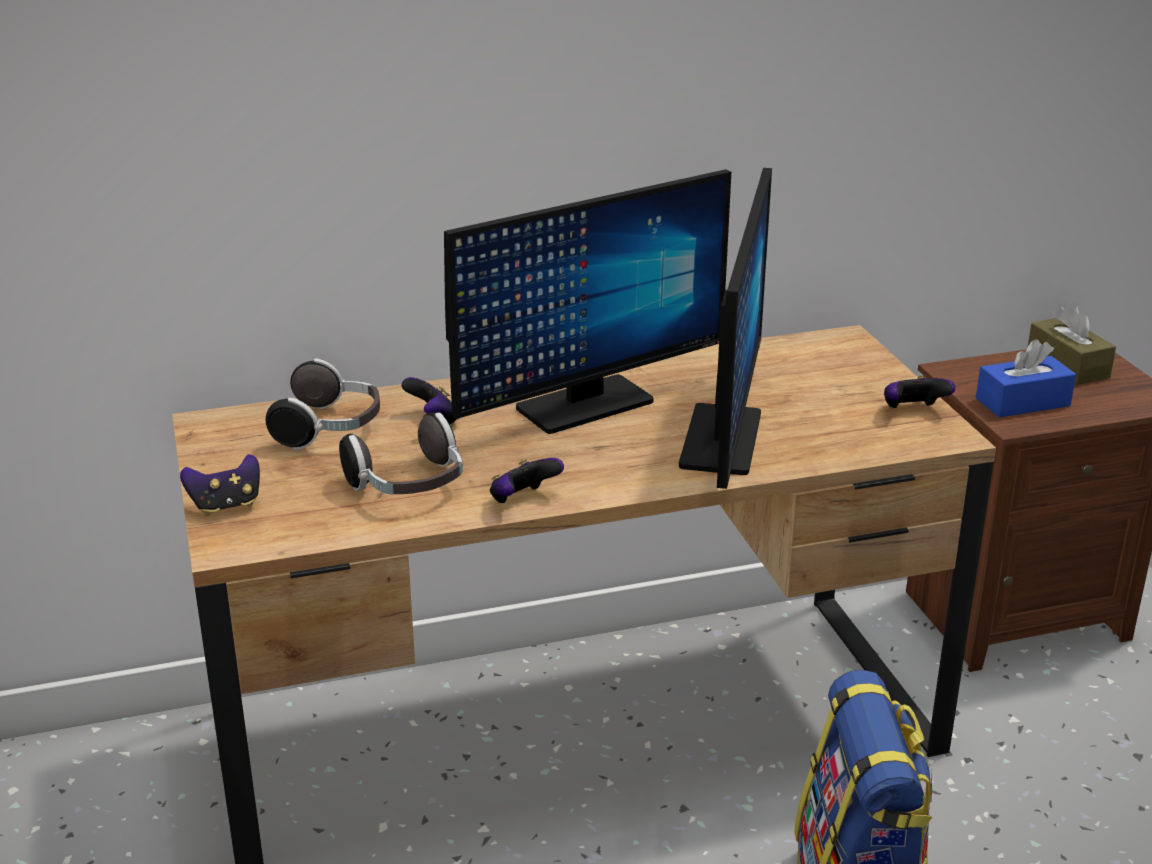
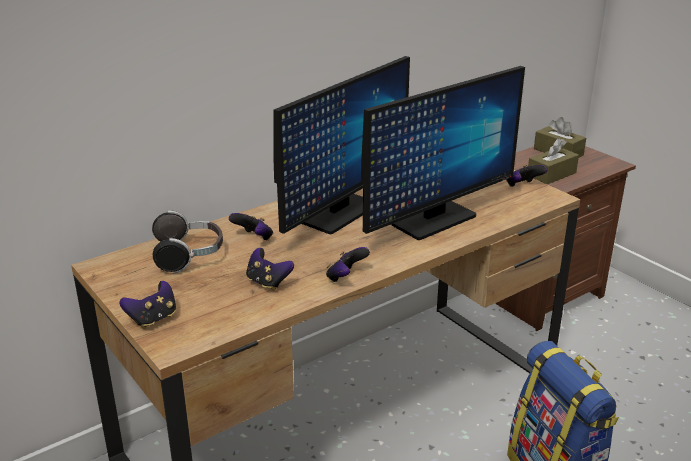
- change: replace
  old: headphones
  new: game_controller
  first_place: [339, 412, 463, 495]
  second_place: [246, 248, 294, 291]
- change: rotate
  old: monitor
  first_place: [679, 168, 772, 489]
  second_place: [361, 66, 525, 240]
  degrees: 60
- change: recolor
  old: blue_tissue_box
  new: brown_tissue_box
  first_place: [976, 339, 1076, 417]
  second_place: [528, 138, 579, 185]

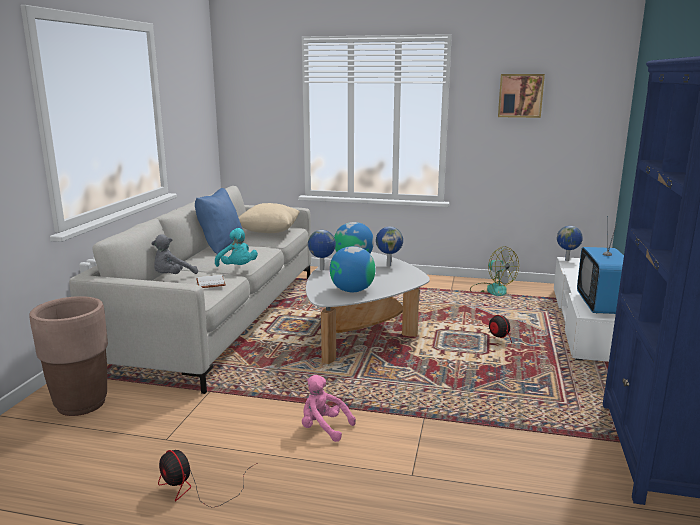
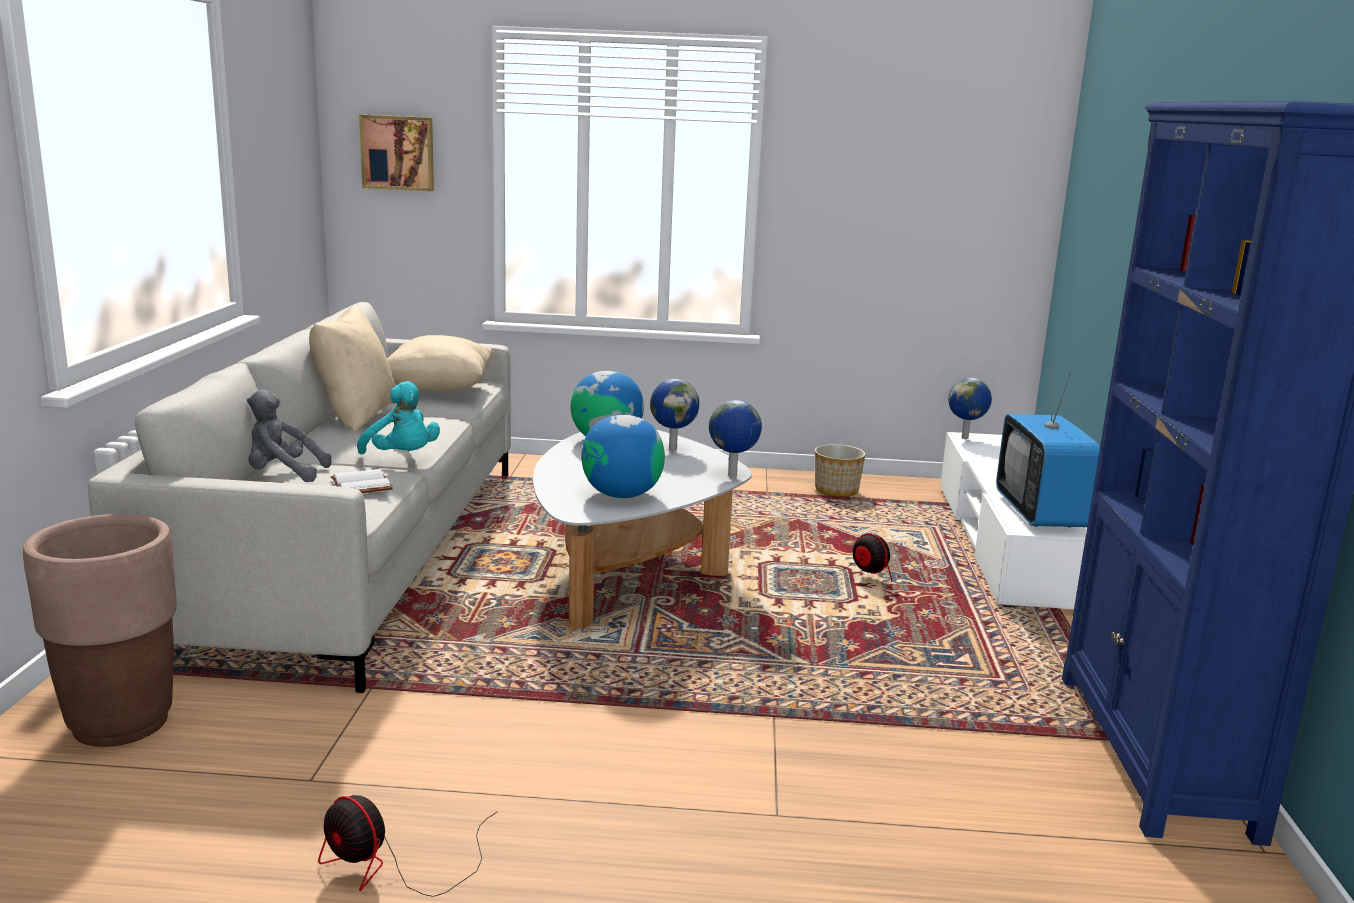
- change: rotate
  old: grey_plush_toy
  first_place: [151, 234, 198, 274]
  second_place: [247, 390, 331, 482]
  degrees: 60
- change: recolor
  old: blue_pillow
  new: beige_pillow
  first_place: [195, 188, 243, 254]
  second_place: [309, 306, 395, 433]
- change: delete
  old: pink_plush_toy
  first_place: [302, 375, 356, 442]
- change: move
  old: globe
  first_place: [308, 230, 336, 270]
  second_place: [709, 400, 762, 476]
- change: replace
  old: fan
  new: planter
  first_place: [470, 246, 519, 296]
  second_place: [815, 444, 866, 497]
- change: move
  old: picture
  first_place: [498, 74, 545, 118]
  second_place: [359, 115, 434, 191]

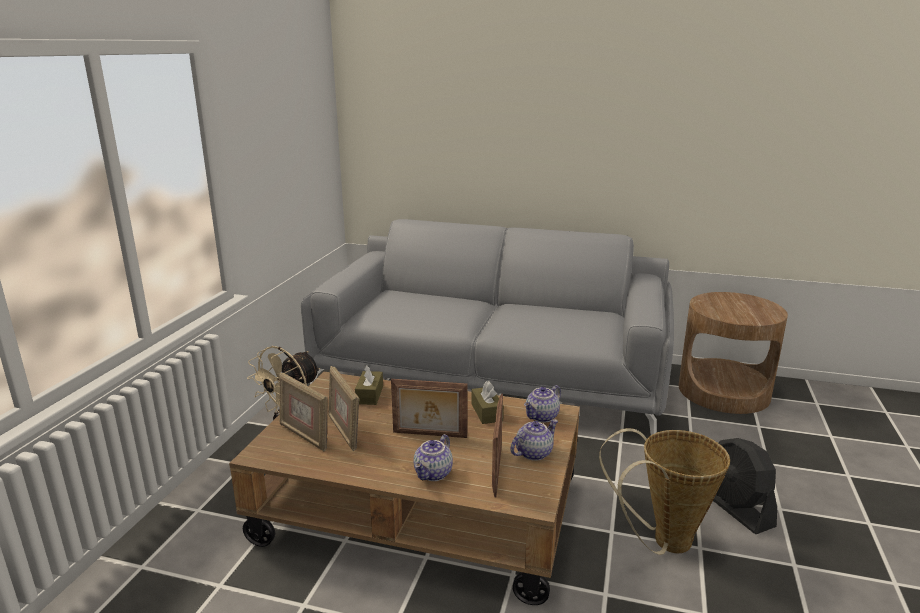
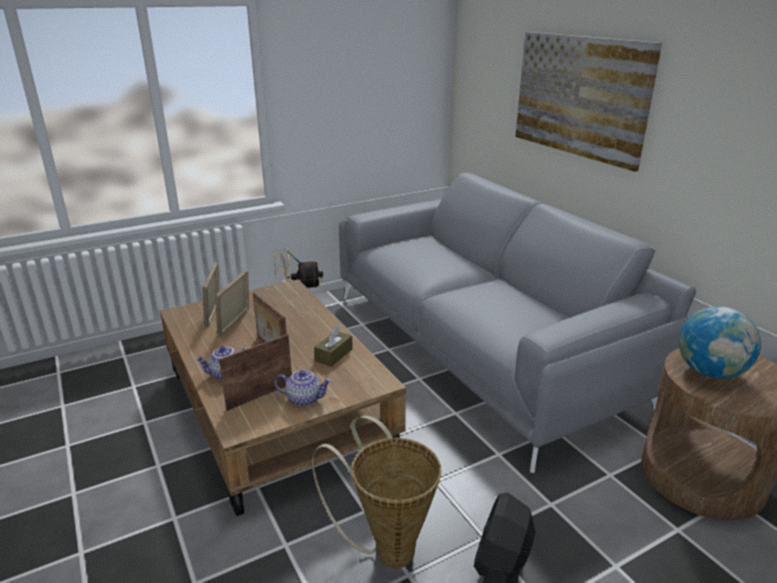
- change: delete
  old: brown_tissue_box
  first_place: [355, 365, 383, 405]
- change: delete
  old: teapot
  first_place: [524, 385, 561, 423]
- change: insert
  new: picture
  second_place: [515, 32, 662, 172]
- change: insert
  new: globe
  second_place: [679, 306, 761, 379]

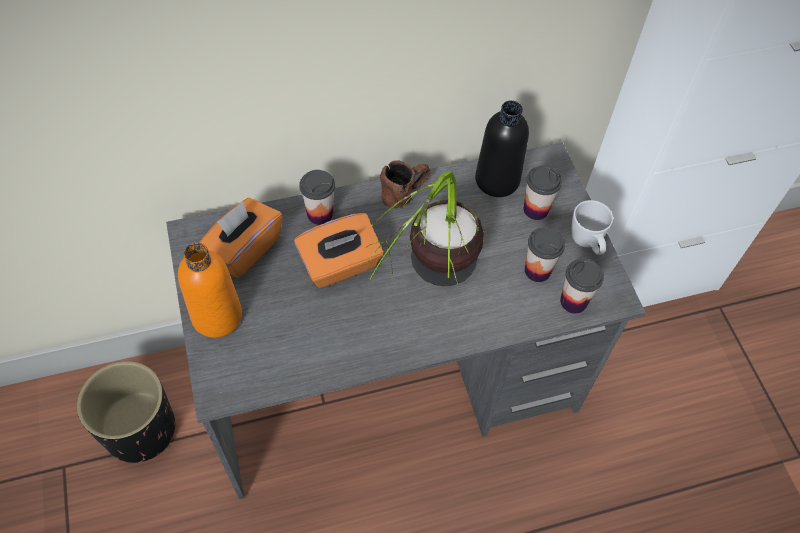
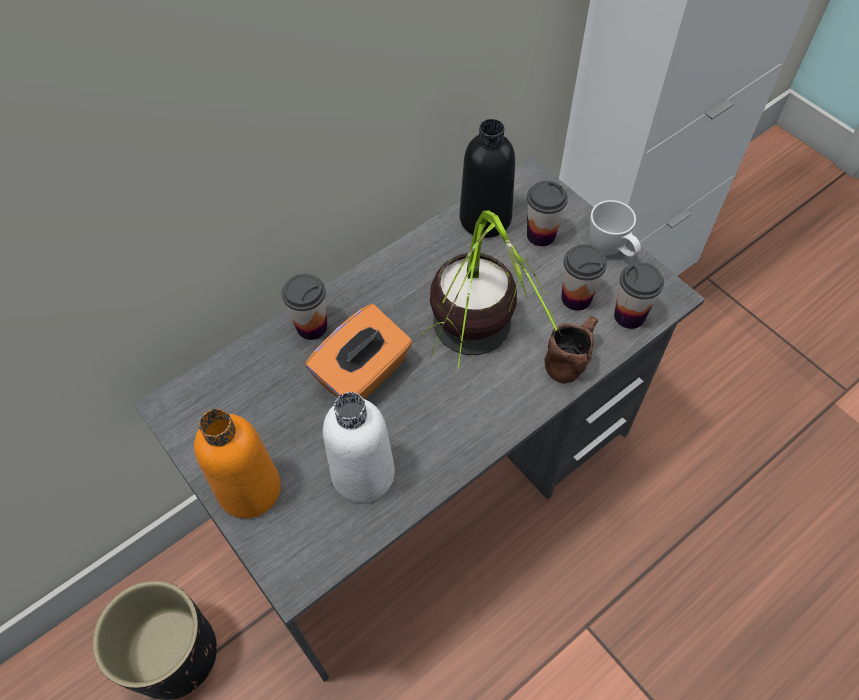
- change: delete
  old: orange_tissue_box
  first_place: [199, 197, 283, 278]
- change: move
  old: brown_mug
  first_place: [380, 160, 430, 208]
  second_place: [545, 316, 598, 383]
- change: insert
  new: white_bottle
  second_place: [323, 392, 395, 503]

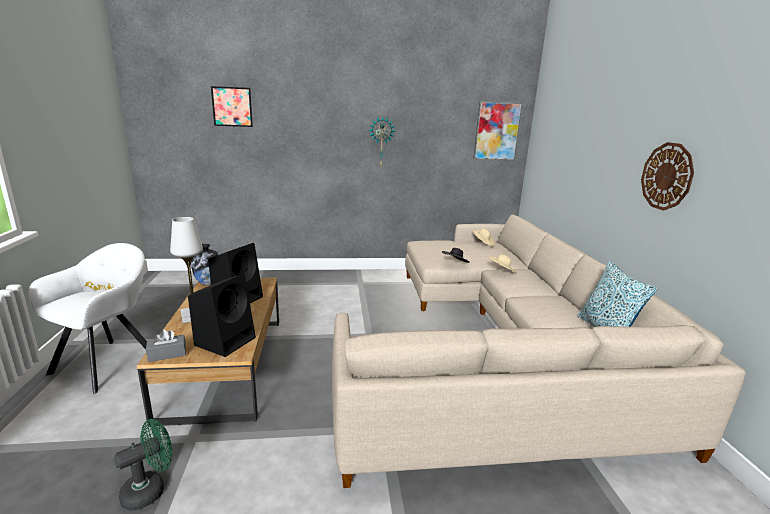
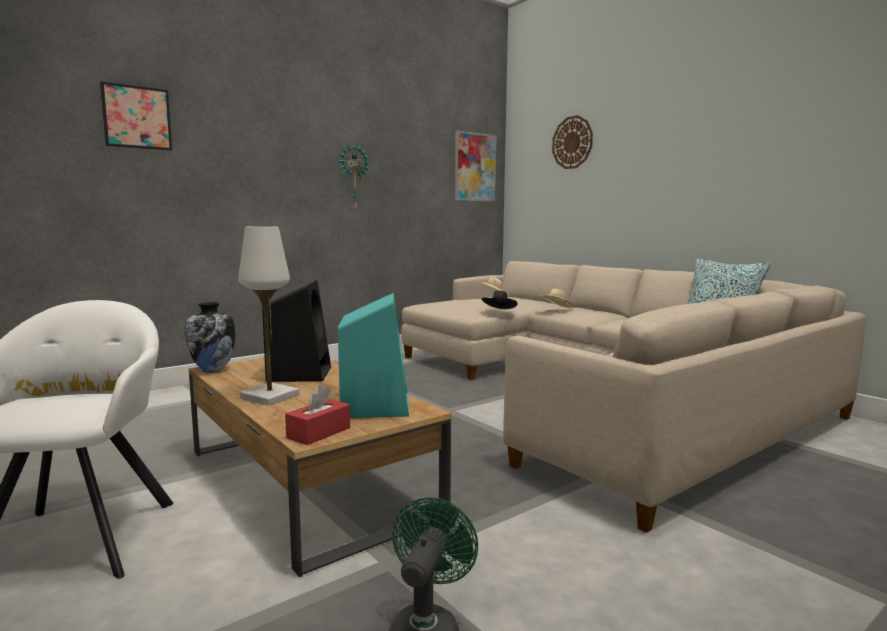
- change: recolor
  old: grey_tissue_box
  new: red_tissue_box
  first_place: [146, 329, 186, 362]
  second_place: [285, 385, 350, 445]
- change: recolor
  old: black_speaker
  new: turquoise_speaker
  first_place: [188, 274, 256, 357]
  second_place: [338, 293, 409, 418]
- change: move
  old: wall_clock
  first_place: [641, 142, 694, 211]
  second_place: [552, 115, 593, 169]

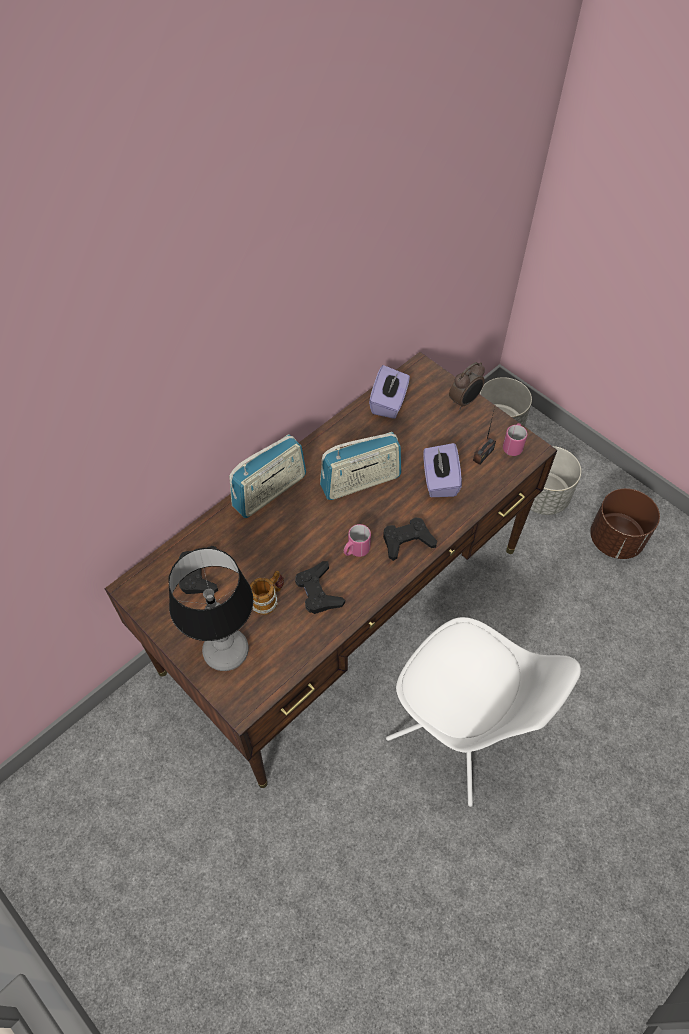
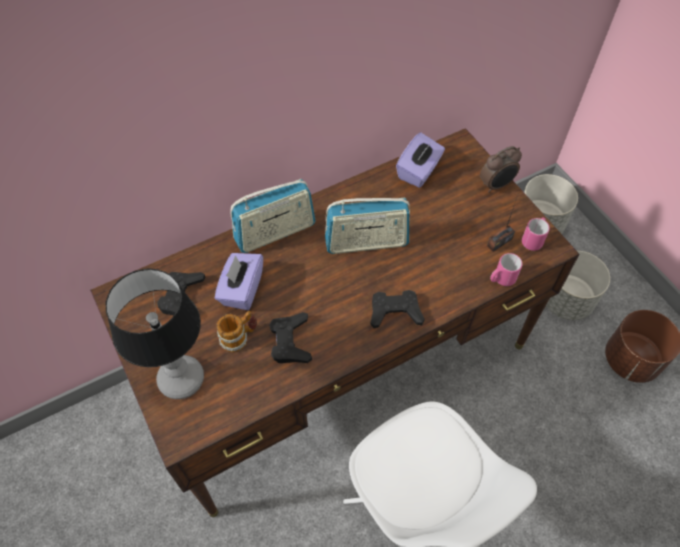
- change: move
  old: pink_mug
  first_place: [344, 524, 371, 557]
  second_place: [490, 253, 523, 286]
- change: move
  old: purple_tissue_box
  first_place: [423, 443, 462, 497]
  second_place: [215, 253, 263, 310]

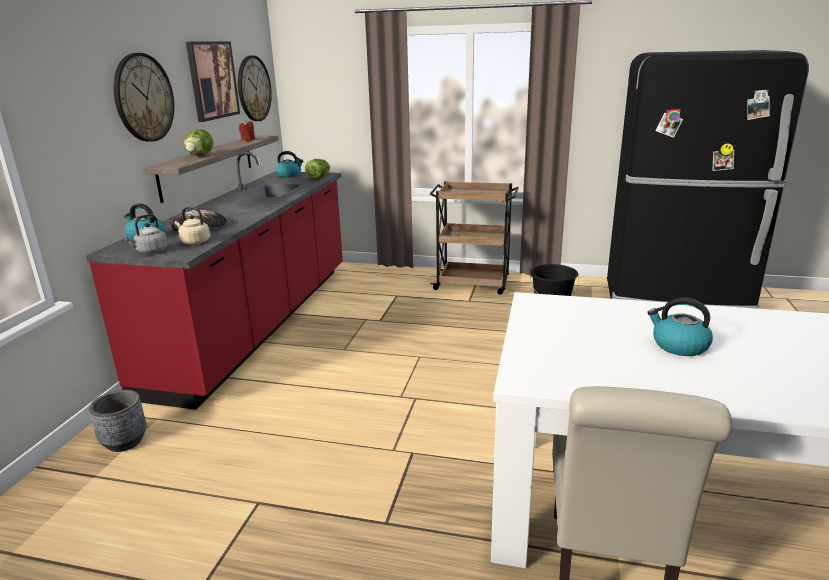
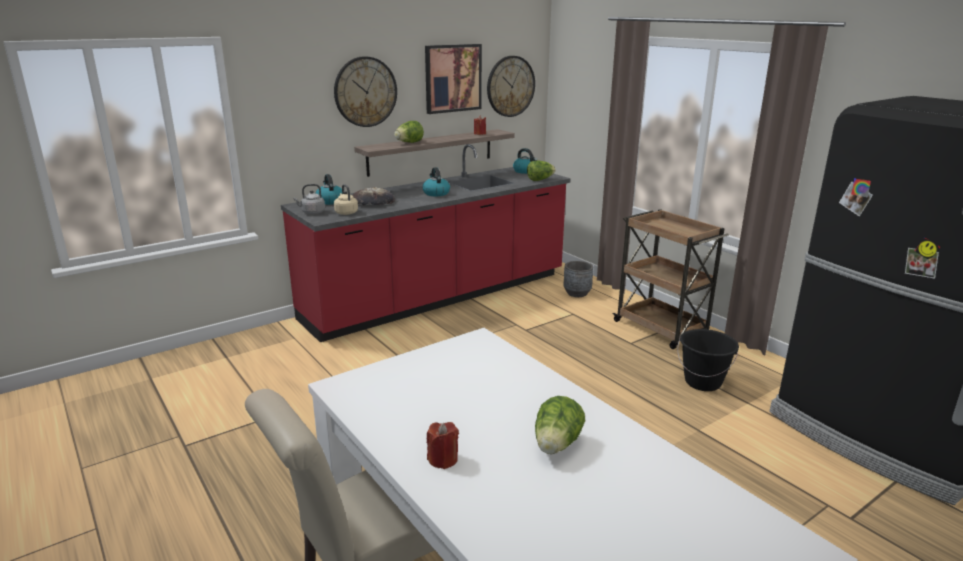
- change: move
  old: grey_planter
  first_place: [89, 390, 147, 452]
  second_place: [564, 261, 593, 297]
- change: move
  old: kettle
  first_place: [647, 297, 713, 356]
  second_place: [422, 167, 450, 196]
- change: insert
  new: red_candle
  second_place: [427, 422, 459, 469]
- change: insert
  new: lettuce
  second_place: [535, 396, 585, 454]

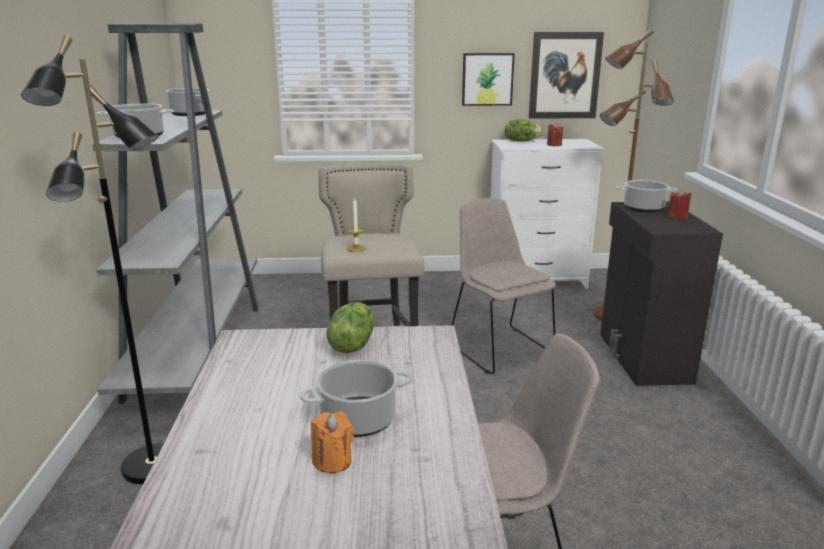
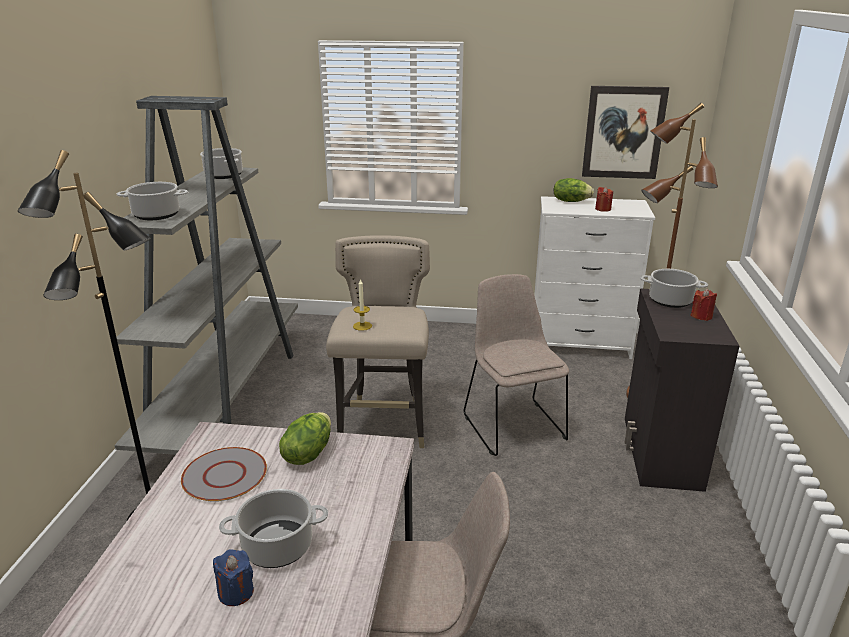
- change: recolor
  old: orange_candle
  new: blue_candle
  first_place: [311, 411, 354, 473]
  second_place: [213, 549, 254, 606]
- change: delete
  old: picture
  first_place: [462, 53, 515, 106]
- change: insert
  new: grey_plate
  second_place: [181, 447, 267, 502]

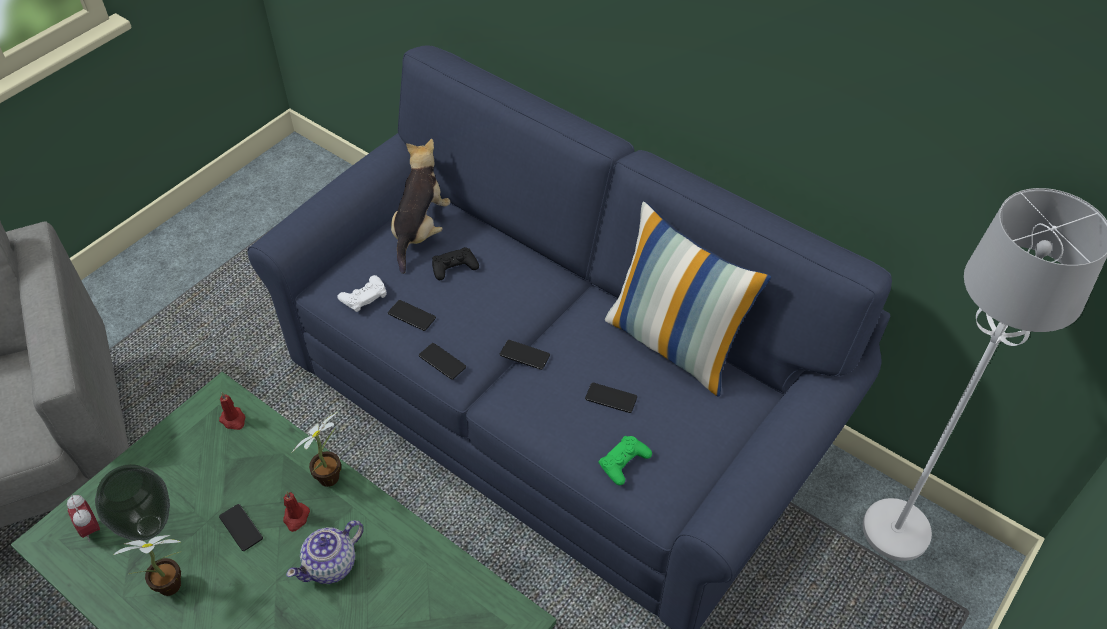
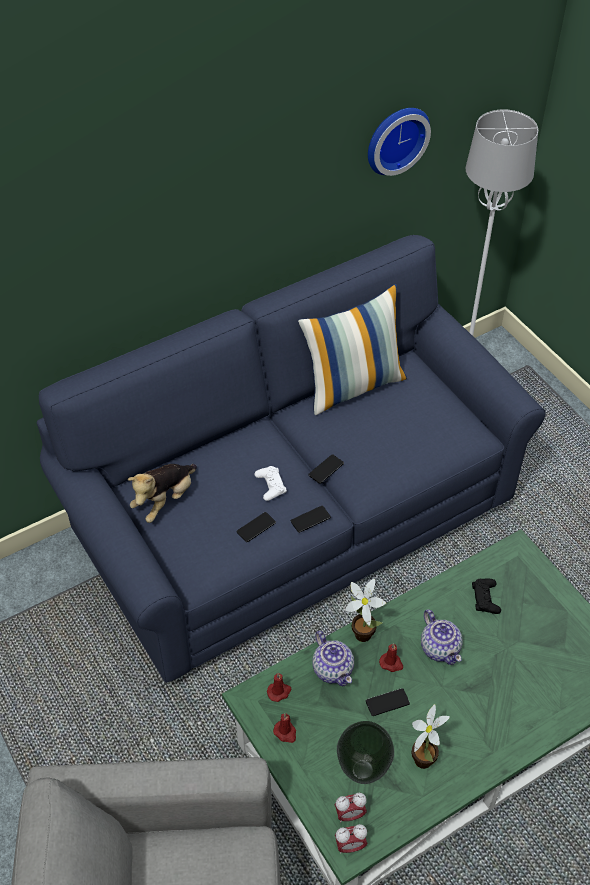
- change: move
  old: white_game_controller
  first_place: [337, 275, 387, 312]
  second_place: [255, 466, 287, 501]
- change: rotate
  old: plush_toy
  first_place: [391, 139, 450, 274]
  second_place: [128, 464, 197, 523]
  degrees: -90
- change: move
  old: black_game_controller
  first_place: [432, 247, 479, 280]
  second_place: [472, 578, 501, 614]
- change: delete
  old: phone
  first_place: [585, 383, 637, 413]
- change: delete
  old: green_game_controller
  first_place: [598, 436, 652, 485]
- change: insert
  new: red_candle
  second_place: [273, 713, 296, 743]
- change: insert
  new: teapot
  second_place: [312, 631, 354, 686]
- change: insert
  new: alarm_clock
  second_place: [335, 824, 367, 854]
- change: insert
  new: wall_clock
  second_place: [368, 108, 431, 176]

